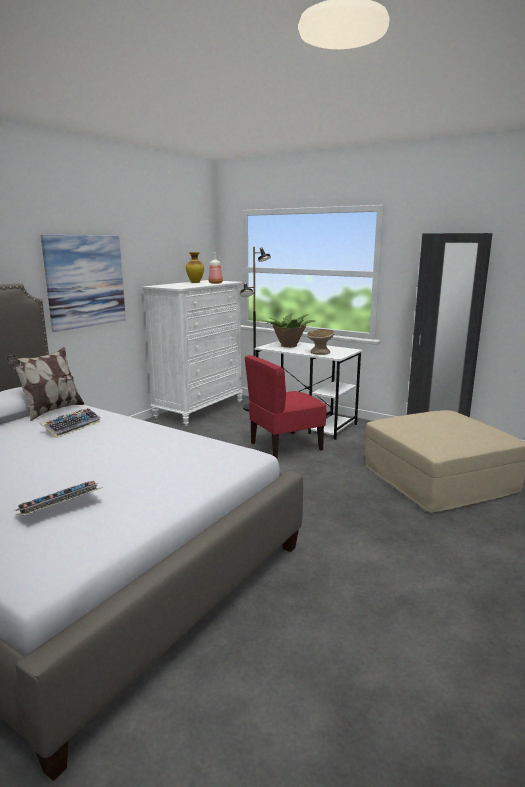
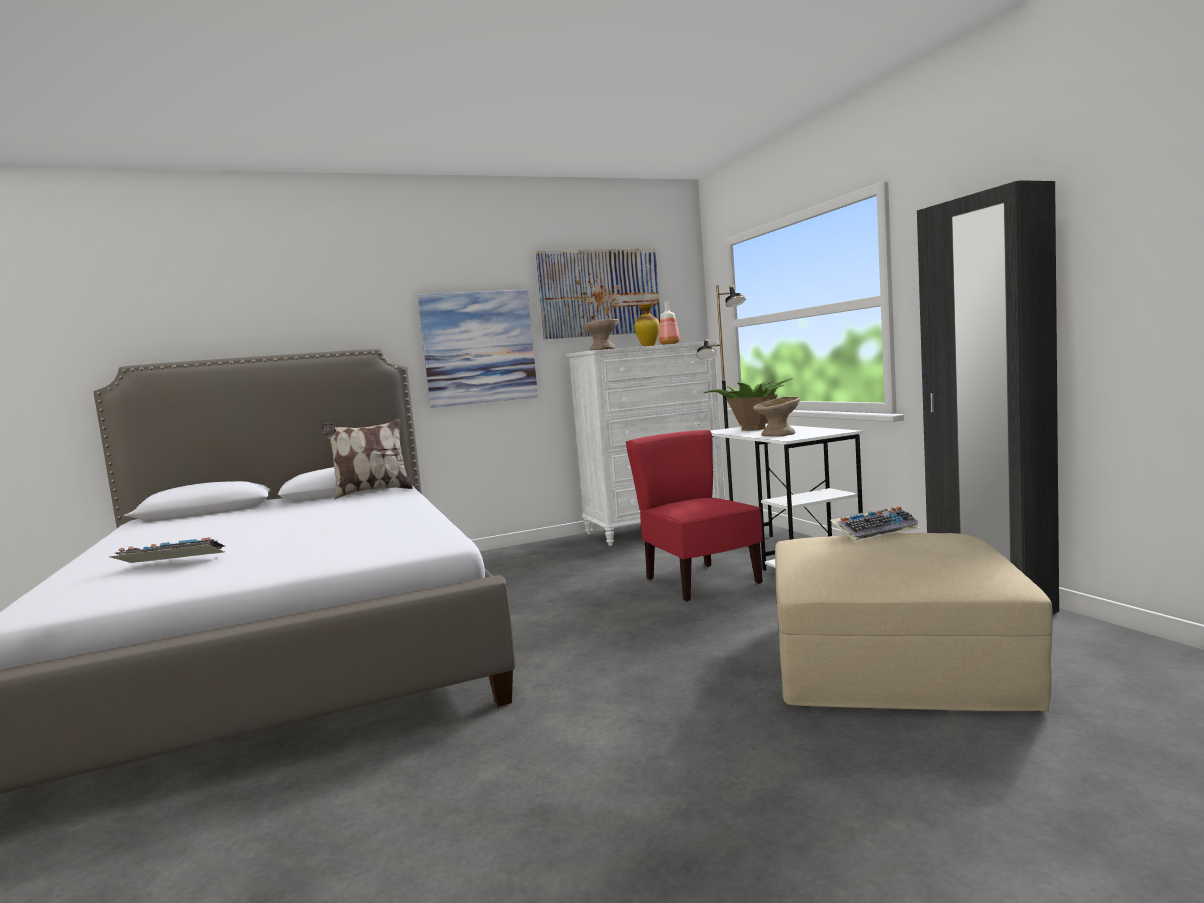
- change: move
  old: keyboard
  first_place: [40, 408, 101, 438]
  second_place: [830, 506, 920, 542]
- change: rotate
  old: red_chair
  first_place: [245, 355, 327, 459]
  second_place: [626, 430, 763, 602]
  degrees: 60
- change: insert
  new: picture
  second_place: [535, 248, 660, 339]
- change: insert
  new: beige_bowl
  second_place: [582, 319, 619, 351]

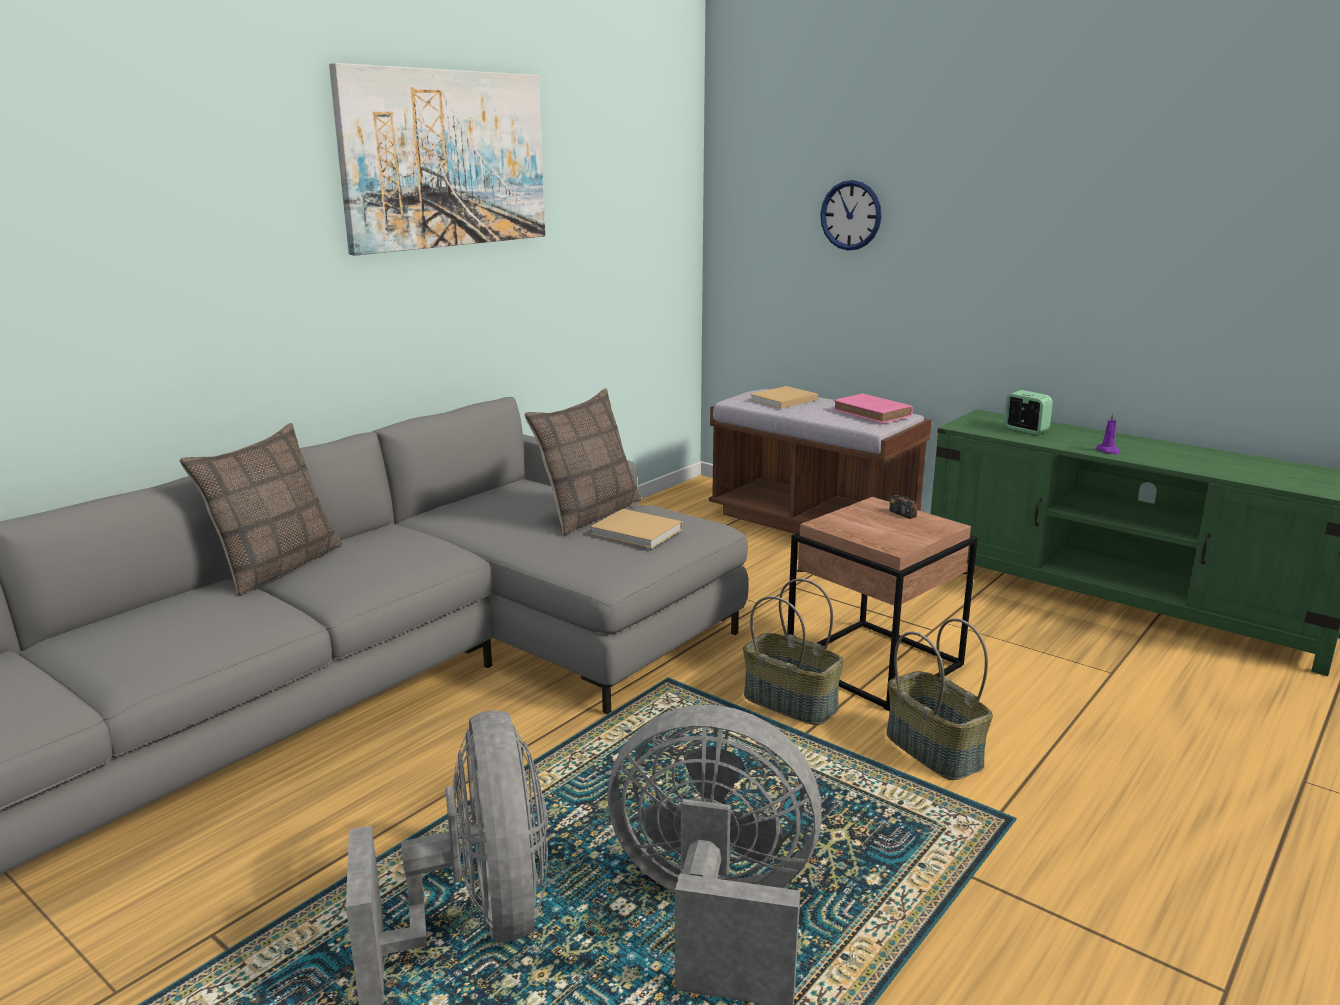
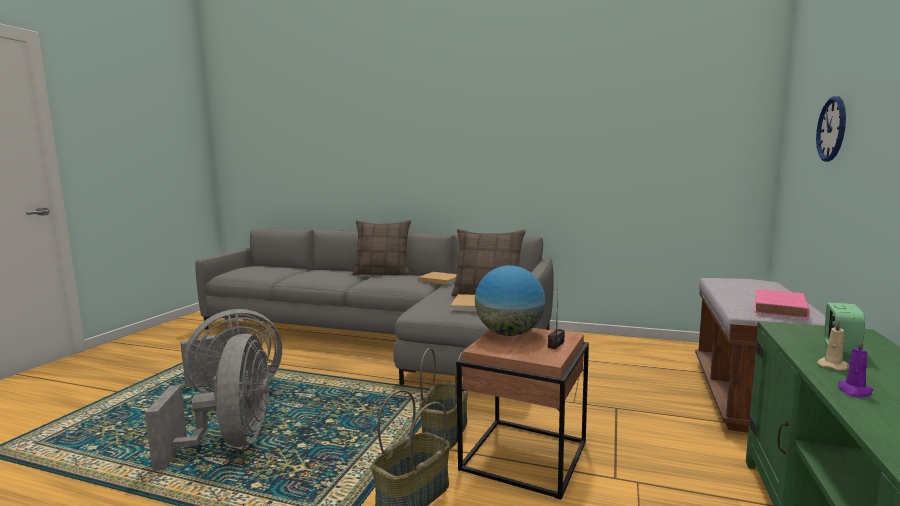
- change: delete
  old: picture
  first_place: [329, 63, 545, 256]
- change: move
  old: beige_book
  first_place: [750, 386, 818, 409]
  second_place: [418, 272, 457, 285]
- change: insert
  new: globe
  second_place: [475, 265, 545, 336]
- change: insert
  new: beige_candle
  second_place: [817, 320, 849, 371]

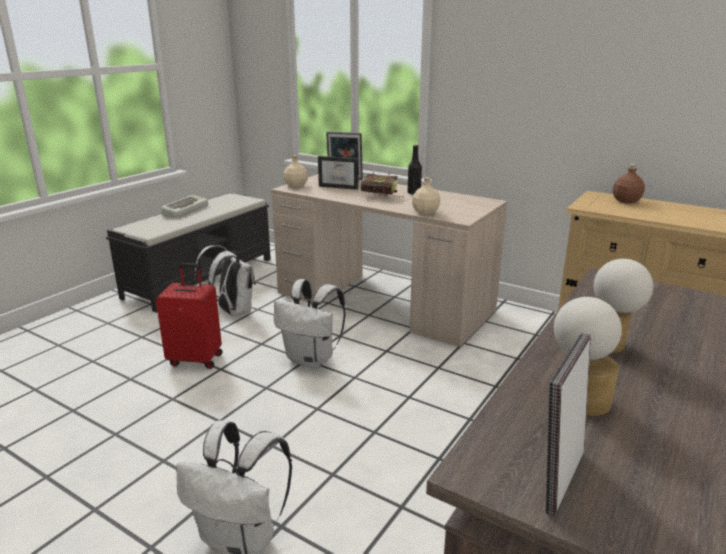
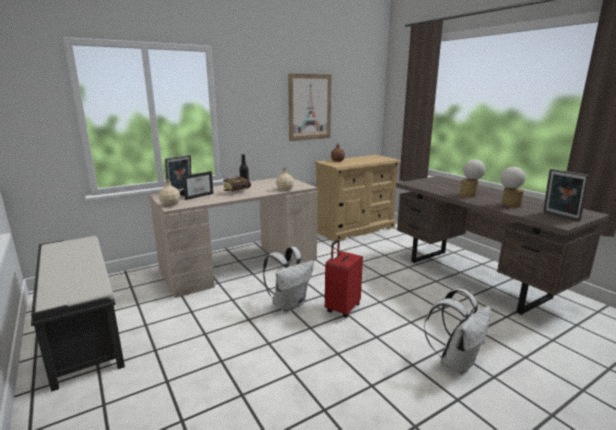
- change: move
  old: red_suitcase
  first_place: [156, 263, 222, 369]
  second_place: [325, 240, 363, 318]
- change: delete
  old: keyboard
  first_place: [161, 195, 208, 218]
- change: delete
  old: white_backpack
  first_place: [194, 245, 256, 316]
- change: insert
  new: picture
  second_place: [288, 73, 332, 141]

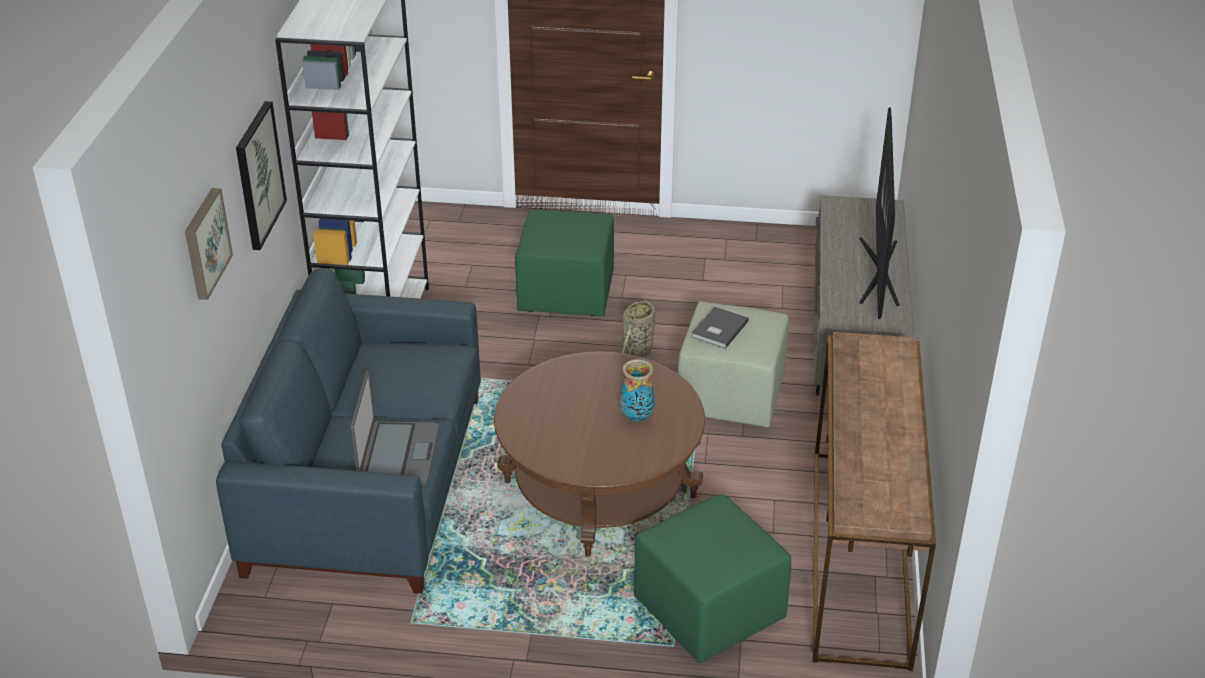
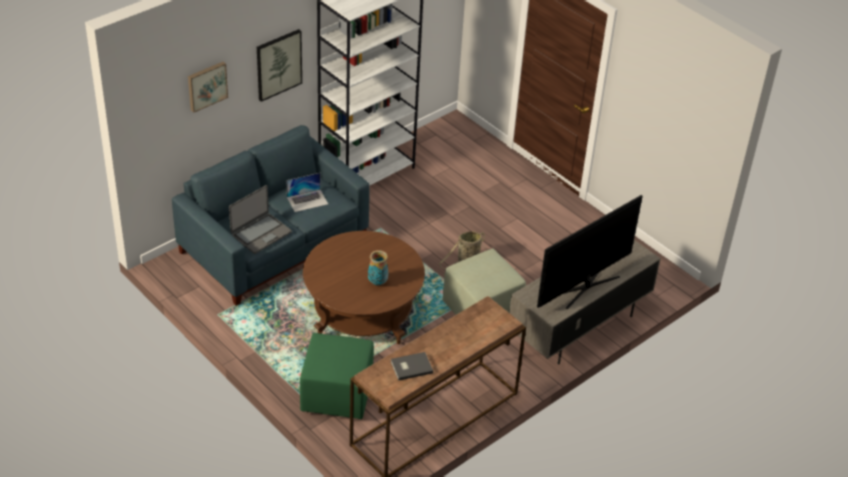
- change: delete
  old: green_ottoman
  first_place: [515, 210, 614, 317]
- change: move
  old: grey_book
  first_place: [692, 307, 749, 349]
  second_place: [391, 352, 433, 381]
- change: insert
  new: laptop
  second_place: [286, 173, 328, 212]

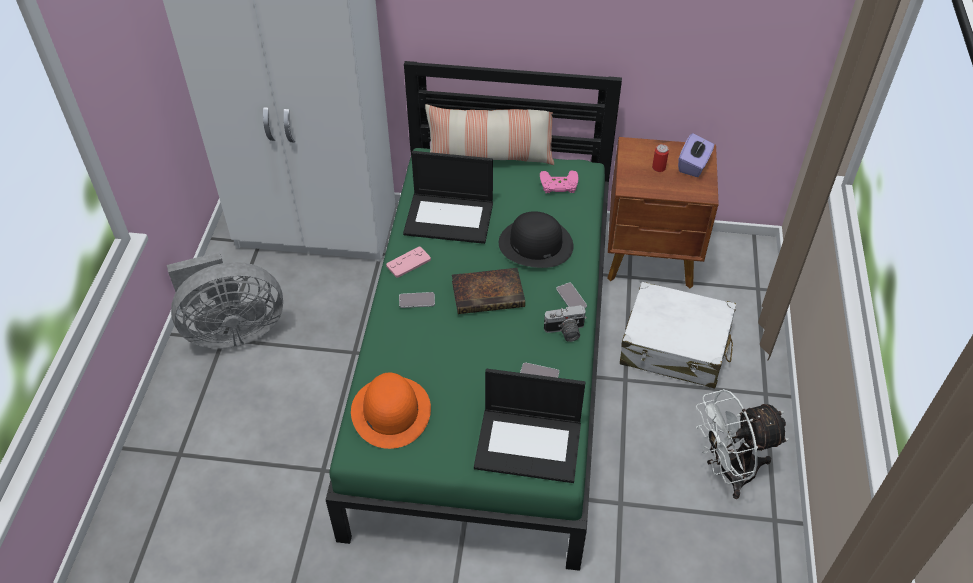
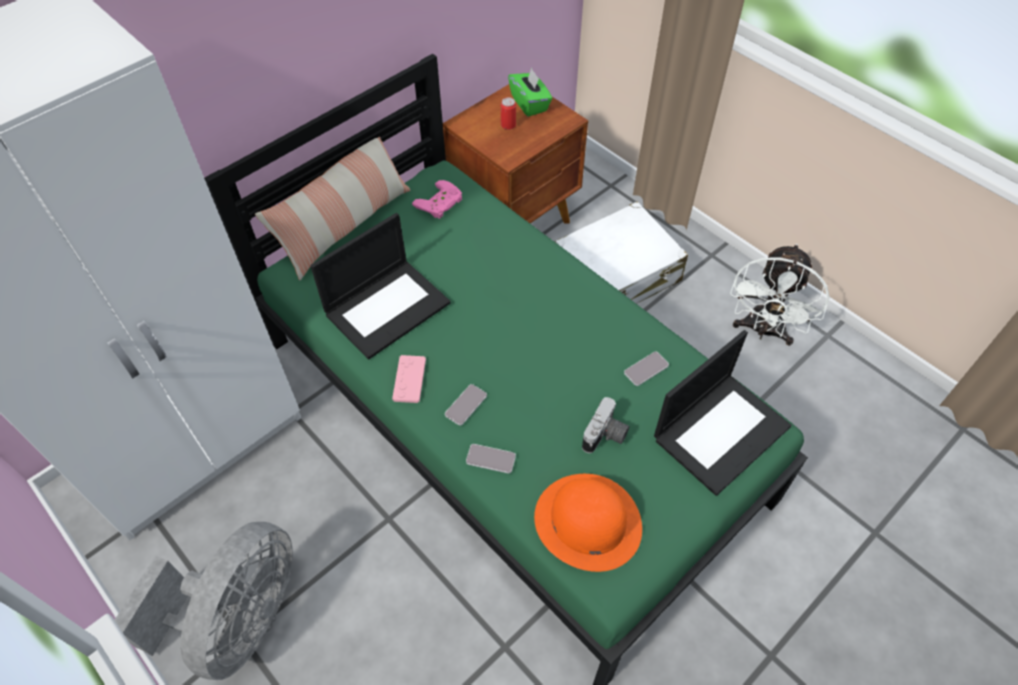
- change: delete
  old: book
  first_place: [452, 268, 525, 314]
- change: delete
  old: black_hat
  first_place: [499, 211, 574, 268]
- change: move
  old: photo_camera
  first_place: [544, 305, 587, 342]
  second_place: [582, 397, 630, 453]
- change: move
  old: phone
  first_place: [556, 283, 587, 308]
  second_place: [466, 444, 516, 474]
- change: recolor
  old: purple_tissue_box
  new: green_tissue_box
  first_place: [678, 133, 714, 177]
  second_place: [508, 68, 552, 117]

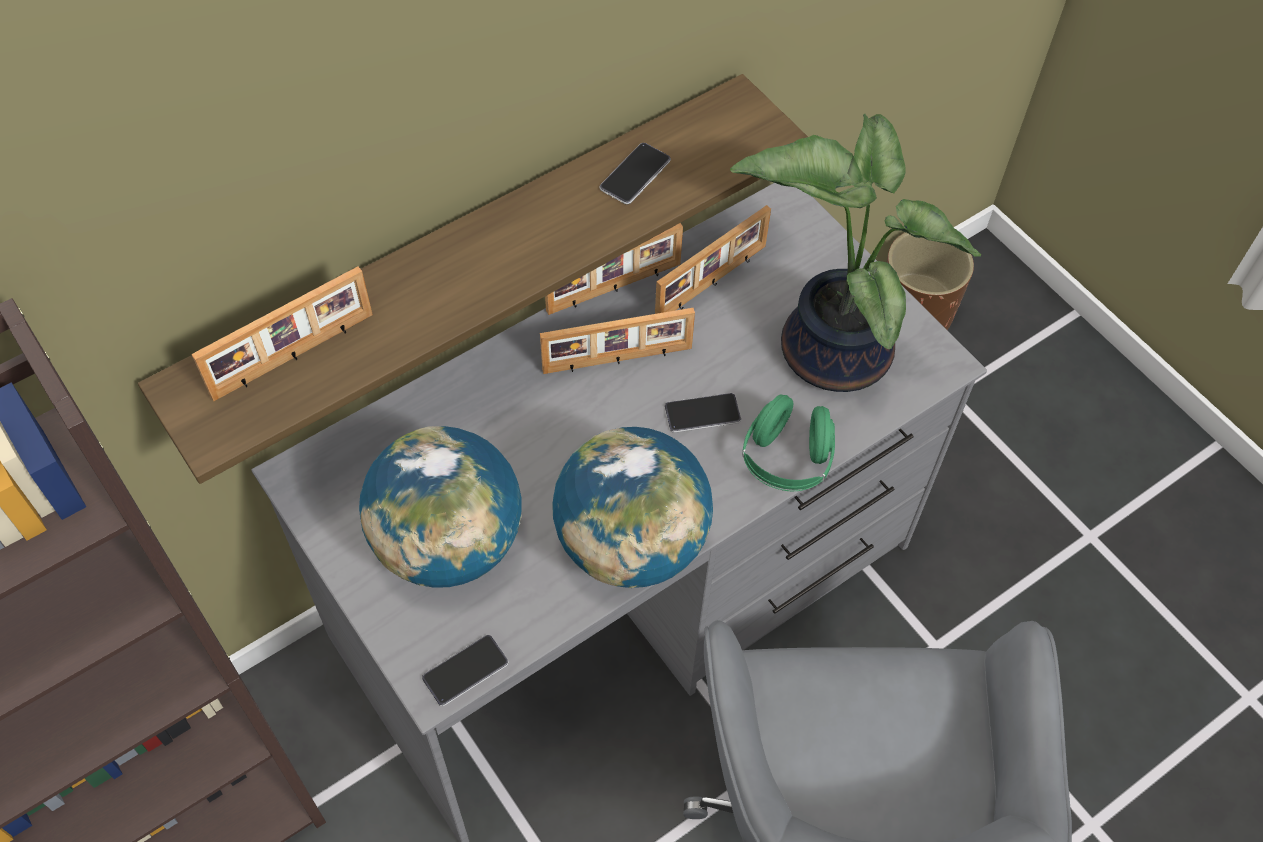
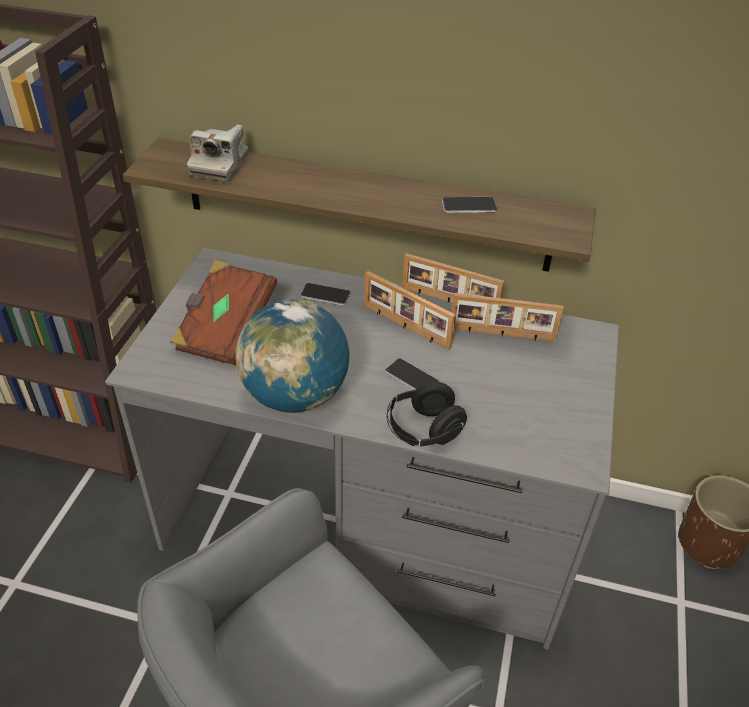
- change: replace
  old: picture_frame
  new: photo_camera
  first_place: [192, 266, 373, 401]
  second_place: [187, 125, 248, 182]
- change: replace
  old: globe
  new: brown_book
  first_place: [359, 426, 522, 588]
  second_place: [170, 260, 277, 366]
- change: move
  old: phone
  first_place: [422, 635, 509, 706]
  second_place: [300, 283, 351, 306]
- change: delete
  old: potted_plant
  first_place: [730, 114, 981, 392]
- change: recolor
  old: green_headphones
  new: black_headphones
  first_place: [742, 395, 835, 491]
  second_place: [387, 382, 467, 447]

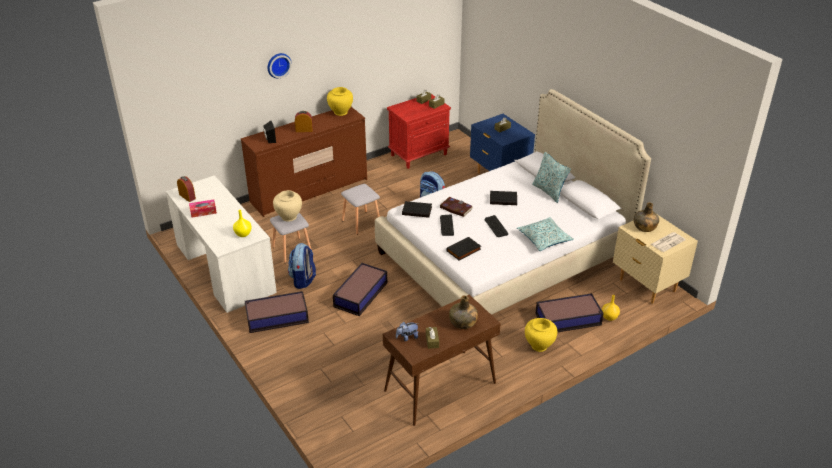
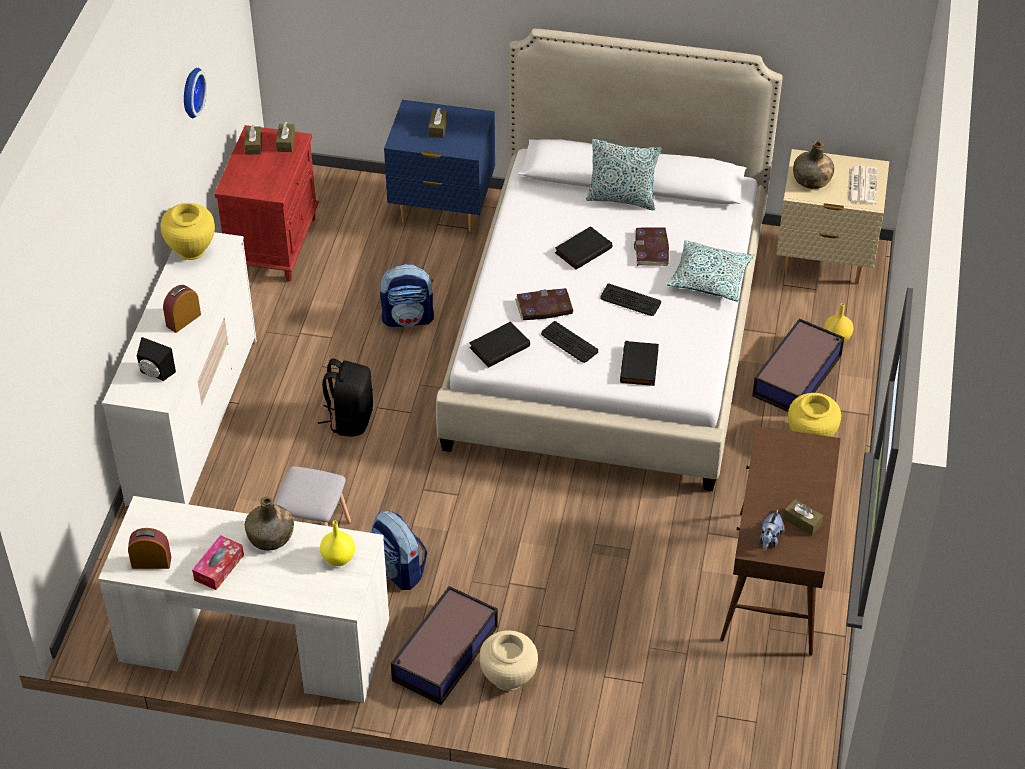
- change: recolor
  old: brown_dresser
  new: white_dresser
  first_place: [241, 107, 367, 217]
  second_place: [102, 232, 257, 507]
- change: move
  old: wall_clock
  first_place: [267, 53, 292, 78]
  second_place: [184, 68, 207, 118]
- change: move
  old: beige_vase
  first_place: [273, 190, 302, 222]
  second_place: [480, 630, 538, 691]
- change: delete
  old: storage_box
  first_place: [333, 263, 387, 316]
- change: replace
  old: grey_stool
  new: black_backpack
  first_place: [341, 184, 380, 235]
  second_place: [318, 358, 373, 437]
- change: move
  old: green_bottle
  first_place: [449, 295, 478, 329]
  second_place: [245, 497, 294, 551]
- change: insert
  new: book
  second_place: [634, 228, 669, 266]

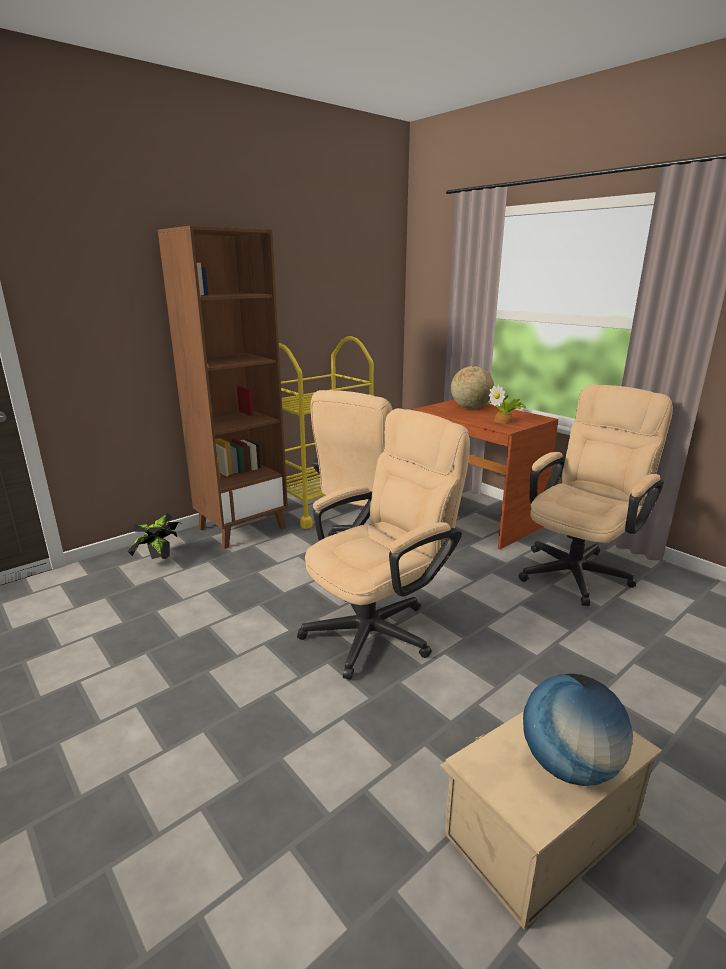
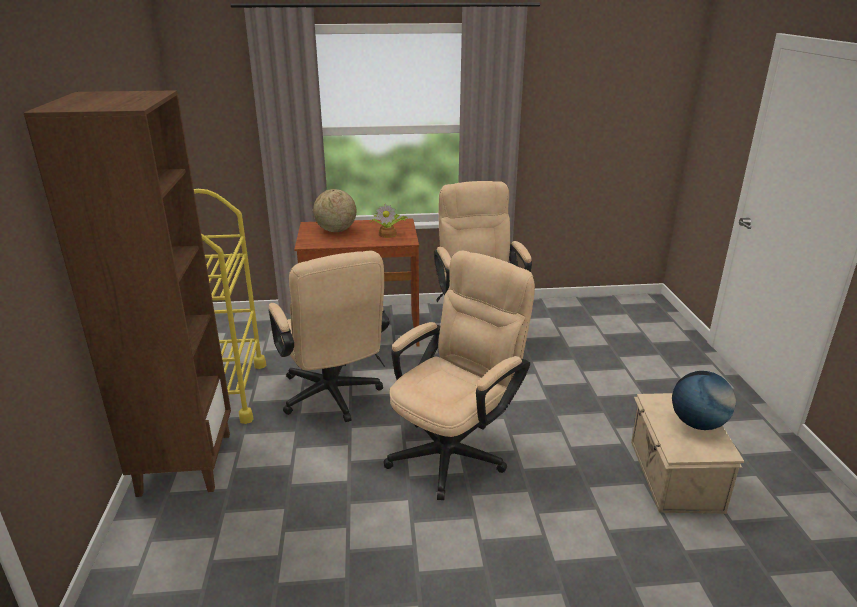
- change: delete
  old: potted_plant
  first_place: [128, 513, 182, 559]
- change: rotate
  old: beige_office_chair
  first_place: [297, 408, 470, 680]
  second_place: [384, 250, 535, 500]
  degrees: 45

